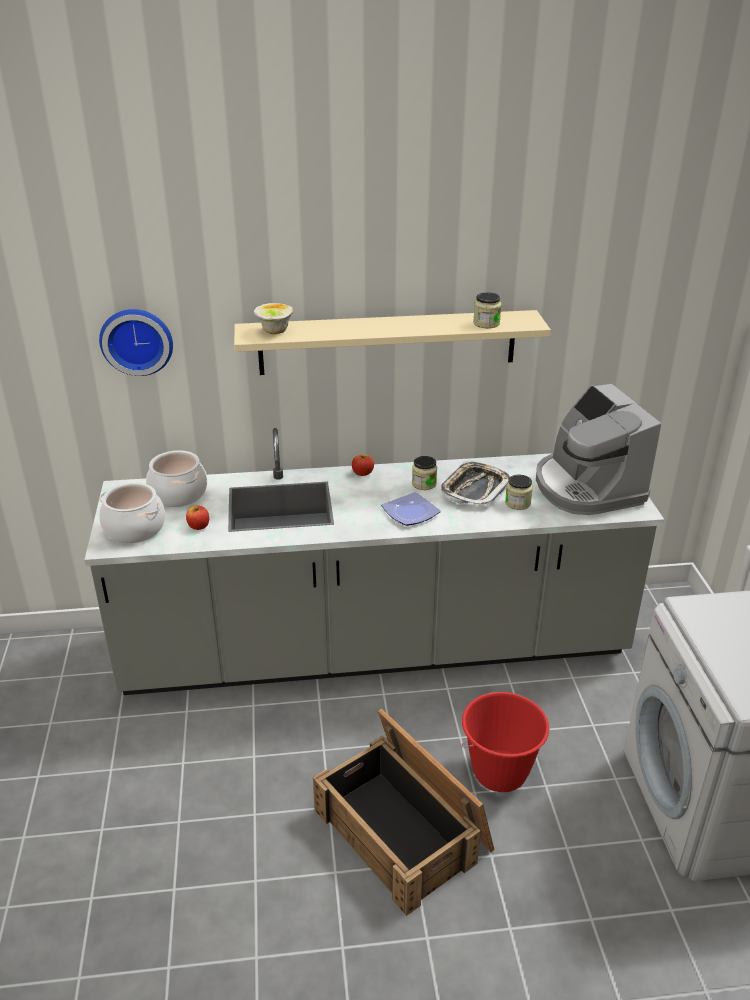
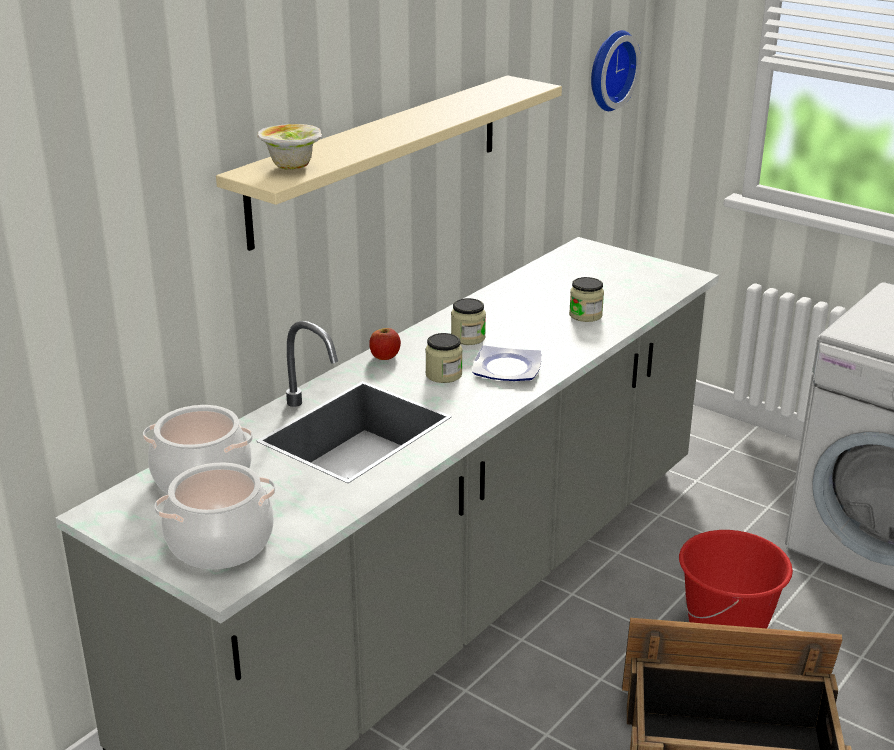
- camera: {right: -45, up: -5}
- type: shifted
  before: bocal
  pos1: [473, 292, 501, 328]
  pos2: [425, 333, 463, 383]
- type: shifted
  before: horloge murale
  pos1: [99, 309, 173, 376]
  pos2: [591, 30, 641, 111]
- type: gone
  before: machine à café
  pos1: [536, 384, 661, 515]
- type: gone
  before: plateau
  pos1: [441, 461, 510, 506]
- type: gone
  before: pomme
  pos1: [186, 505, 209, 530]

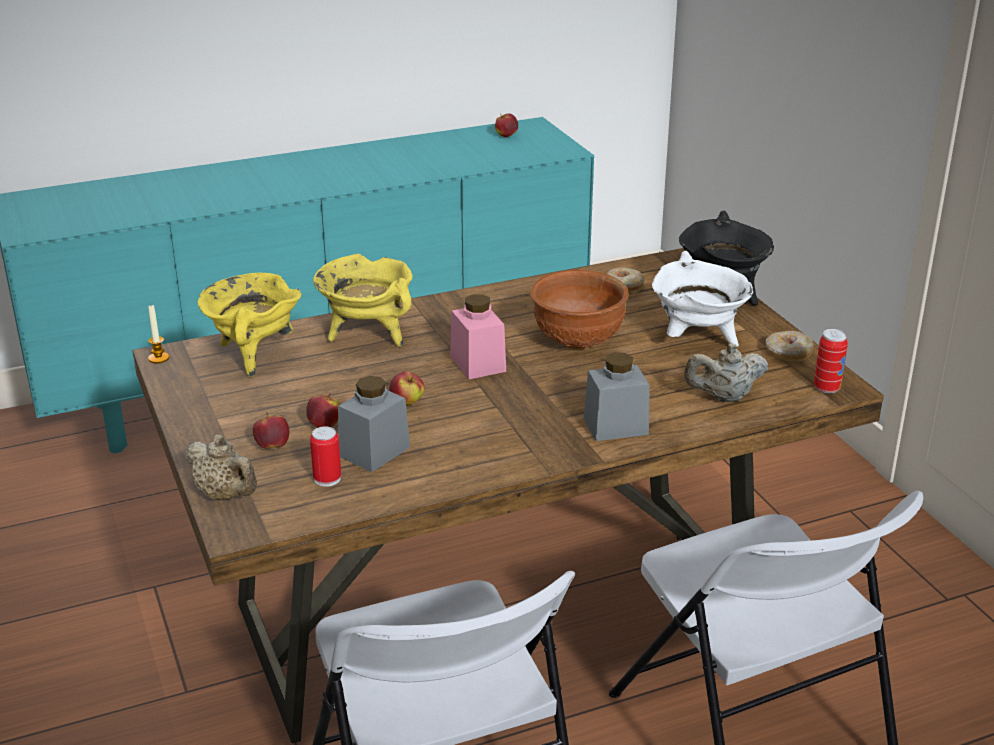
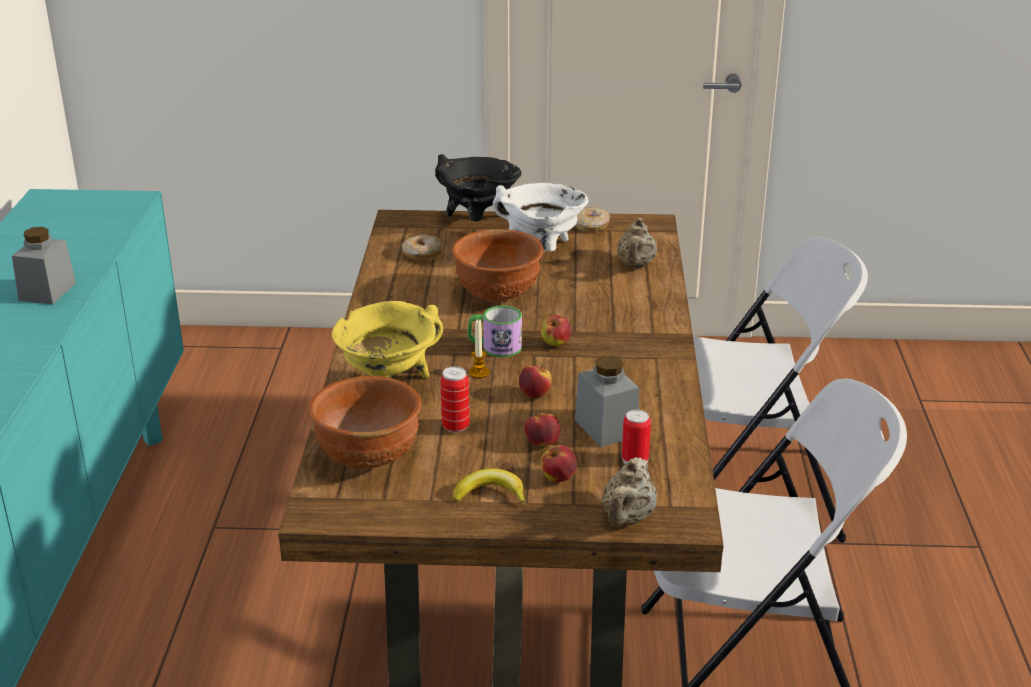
- camera: {right: -65, up: 0}
- type: shifted
  before: pomme
  pos1: [495, 113, 518, 137]
  pos2: [540, 315, 571, 347]
- type: swapped
  before: marmite/jaune
  after: bol/marron
  pos1: [198, 273, 302, 377]
  pos2: [309, 376, 421, 469]
- type: swapped
  before: bocal/rose
  after: mug
  pos1: [450, 294, 506, 379]
  pos2: [468, 305, 522, 357]
- type: shifted
  before: bougie
  pos1: [148, 305, 169, 364]
  pos2: [469, 319, 490, 378]
- type: shifted
  before: boîte métallique
  pos1: [814, 329, 848, 394]
  pos2: [440, 367, 470, 433]
- type: shifted
  before: bocal/gris
  pos1: [584, 352, 650, 441]
  pos2: [12, 227, 76, 304]
- type: rotated
  before: théière/beige
  pos1: [185, 434, 257, 500]
  pos2: [601, 457, 657, 527]
  turn: 135
- type: new
  after: banane
  pos2: [453, 468, 526, 505]

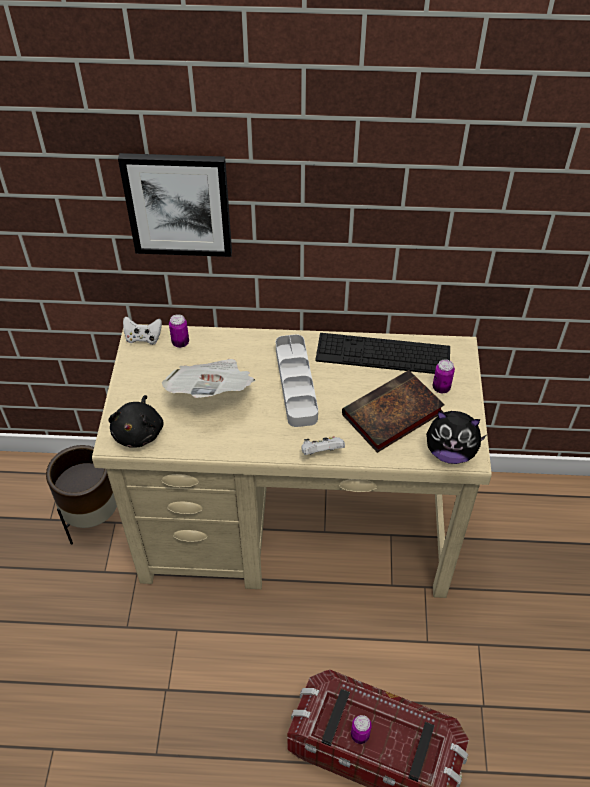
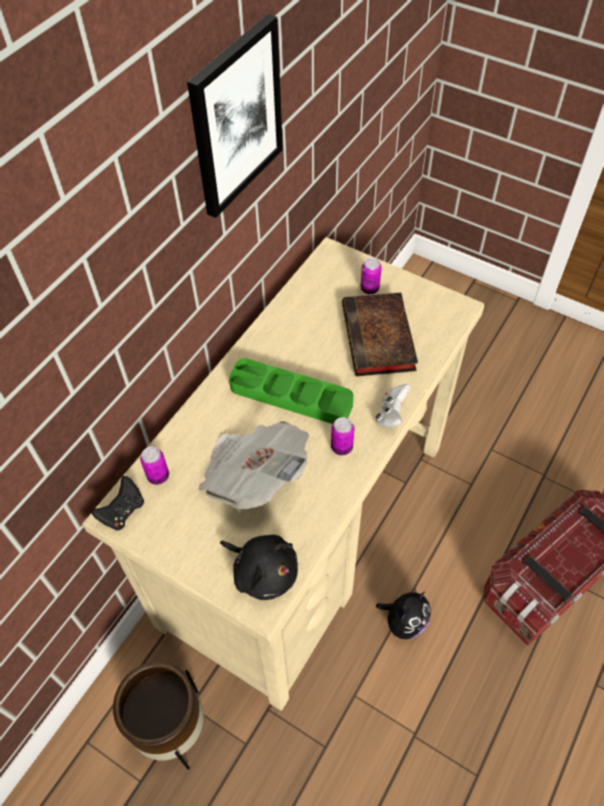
- camera: {right: -60, up: 5}
- type: shifted
  before: tableau
  pos1: [118, 153, 232, 257]
  pos2: [187, 14, 283, 218]
- type: repainted
  before: manette/blanc
  after: manette/noir
  pos1: [123, 316, 162, 345]
  pos2: [91, 476, 144, 531]
- type: gone
  before: clavier
  pos1: [315, 333, 450, 374]
- type: repainted
  before: plateau/gris
  after: plateau/vert
  pos1: [276, 334, 318, 427]
  pos2: [229, 358, 354, 424]
- type: shifted
  before: peluche
  pos1: [426, 411, 486, 464]
  pos2: [376, 588, 431, 639]
- type: shifted
  before: boîte métallique
  pos1: [351, 715, 372, 744]
  pos2: [331, 417, 354, 455]

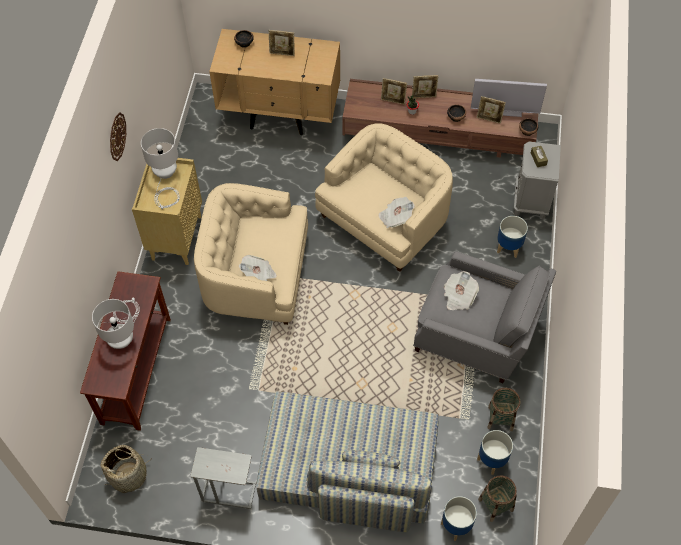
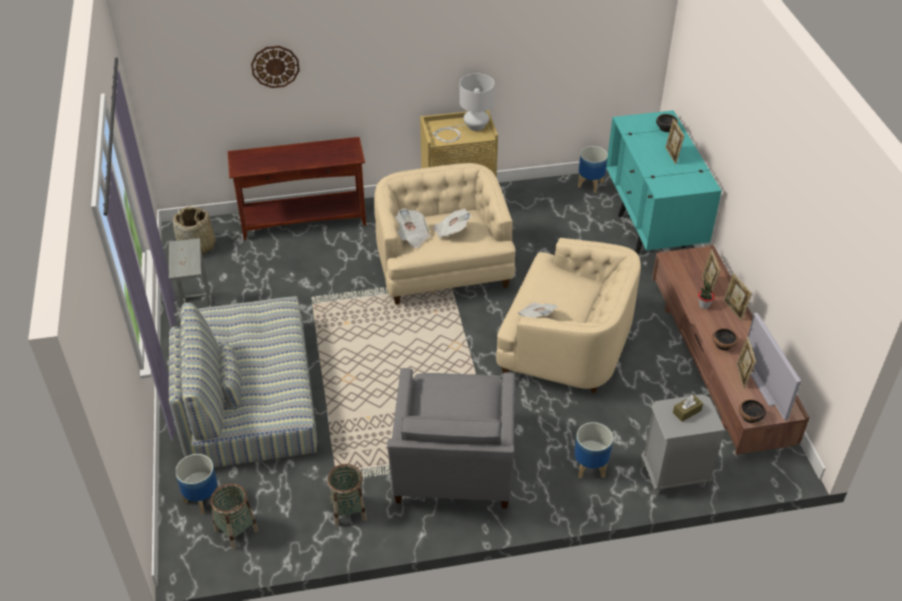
- camera: {right: 70, up: -15}
- type: repainted
  before: commode/beige
  after: commode/turquoise
  pos1: [209, 29, 340, 135]
  pos2: [606, 110, 722, 254]
- type: shifted
  before: horloge murale
  pos1: [110, 112, 126, 161]
  pos2: [251, 46, 300, 88]
- type: shifted
  before: journal
  pos1: [444, 271, 479, 310]
  pos2: [433, 209, 471, 238]
- type: gone
  before: lampe de table/blanc
  pos1: [92, 297, 140, 349]
- type: shifted
  before: cache-pot
  pos1: [477, 430, 513, 475]
  pos2: [578, 146, 608, 193]

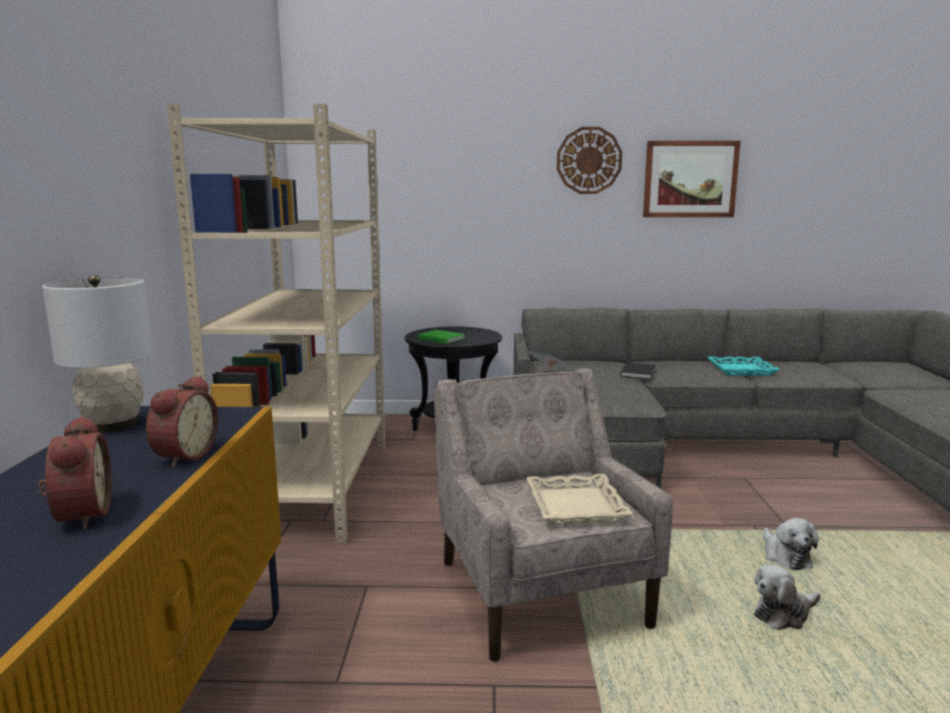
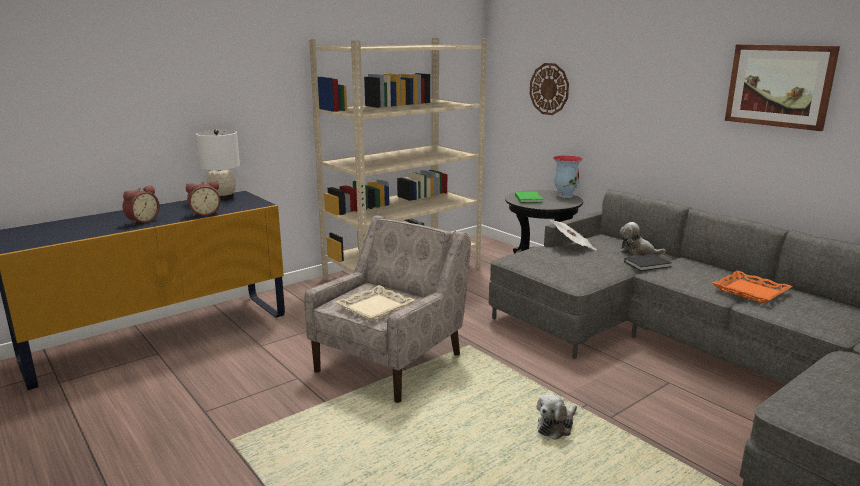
- camera: {right: 50, up: 5}
- type: shifted
  before: horloge murale
  pos1: [557, 127, 622, 194]
  pos2: [530, 63, 569, 115]
- type: repainted
  before: plateau/turquoise
  after: plateau/orange
  pos1: [707, 357, 780, 375]
  pos2: [713, 270, 792, 304]
- type: shifted
  before: peluche
  pos1: [754, 565, 821, 630]
  pos2: [620, 222, 666, 256]
- type: new
  after: vase
  pos2: [553, 155, 583, 198]

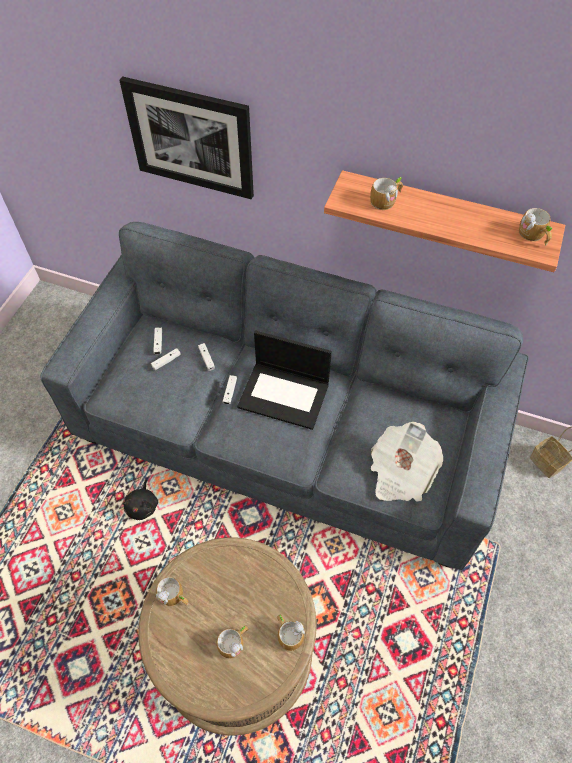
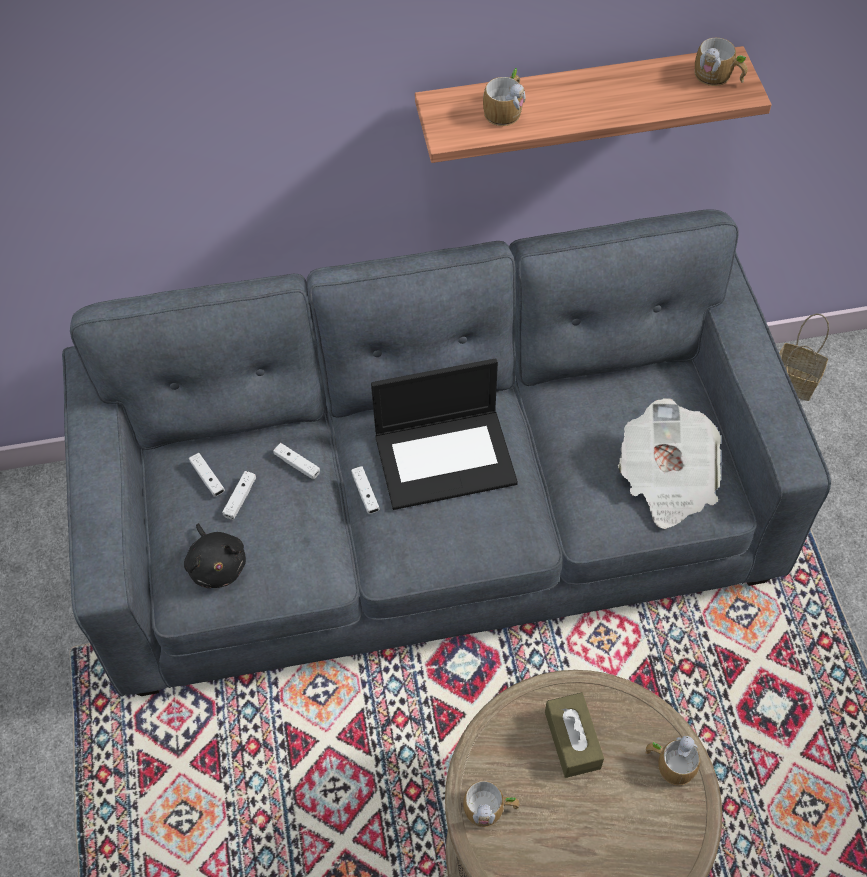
- camera: {right: -30, up: 0}
- type: gone
  before: tableau
  pos1: [119, 77, 254, 199]
- type: shifted
  before: peluche/noir
  pos1: [123, 480, 158, 520]
  pos2: [184, 523, 246, 588]
- type: gone
  before: mug
  pos1: [217, 625, 249, 658]
- type: new
  after: boîte à mouchoirs/marron
  pos2: [545, 692, 604, 778]

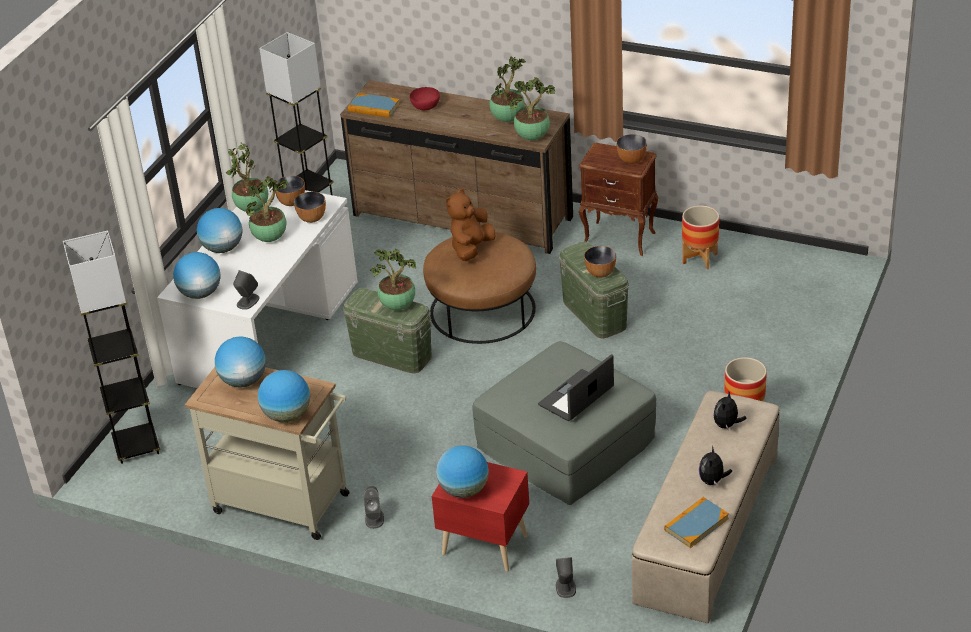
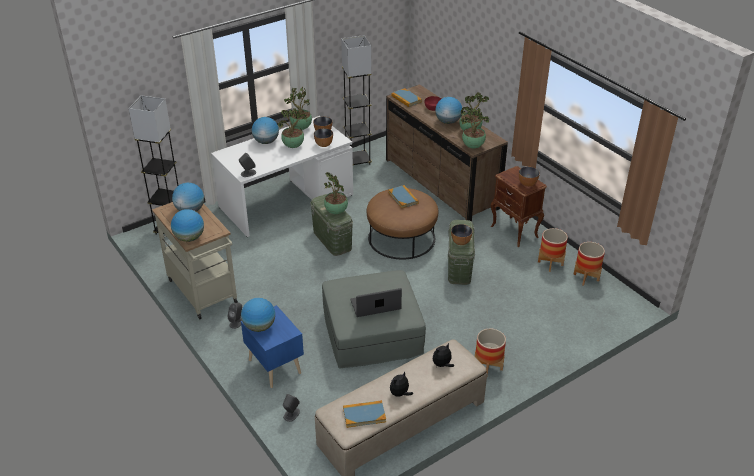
- camera: {right: 30, up: 0}
- type: swapped
  before: peluche/marron
  after: livre
  pos1: [446, 189, 496, 261]
  pos2: [388, 185, 419, 208]
- type: shifted
  before: globe
  pos1: [173, 252, 220, 299]
  pos2: [435, 97, 462, 124]
- type: repainted
  before: table de chevet/rouge
  after: table de chevet/bleu
  pos1: [432, 462, 529, 572]
  pos2: [241, 305, 304, 388]
- type: new
  after: cache-pot
  pos2: [573, 242, 605, 286]

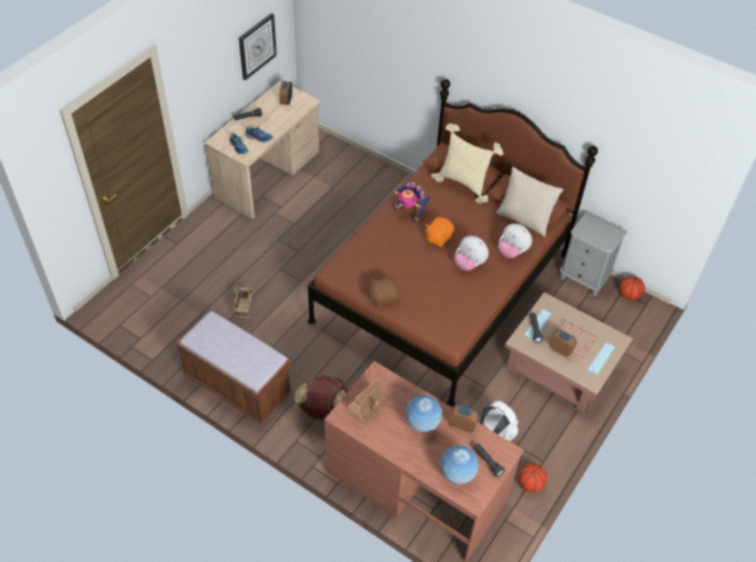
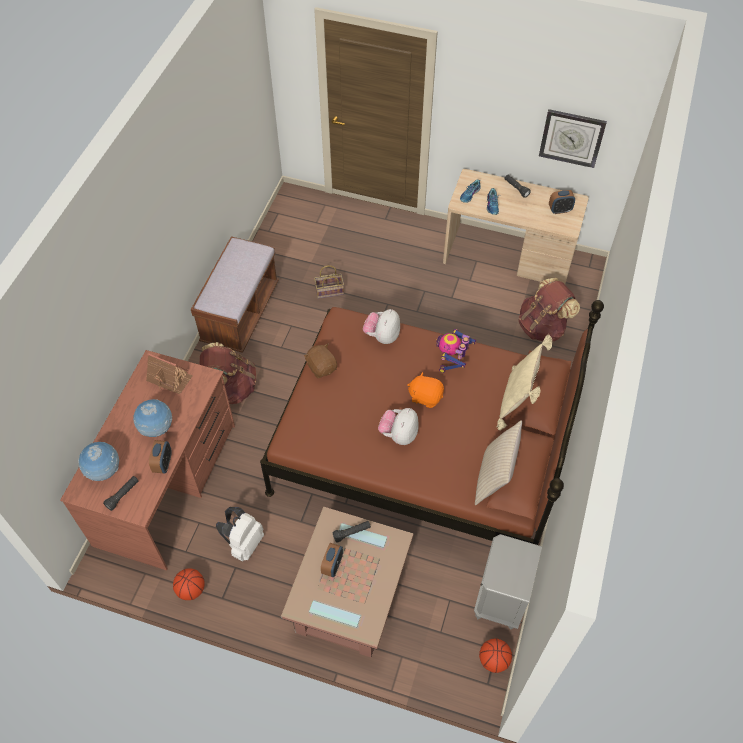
- camera: {right: 75, up: 5}
- type: shifted
  before: peluche
  pos1: [498, 224, 532, 258]
  pos2: [363, 309, 400, 344]
- type: new
  after: sac à dos/marron
  pos2: [518, 278, 580, 341]

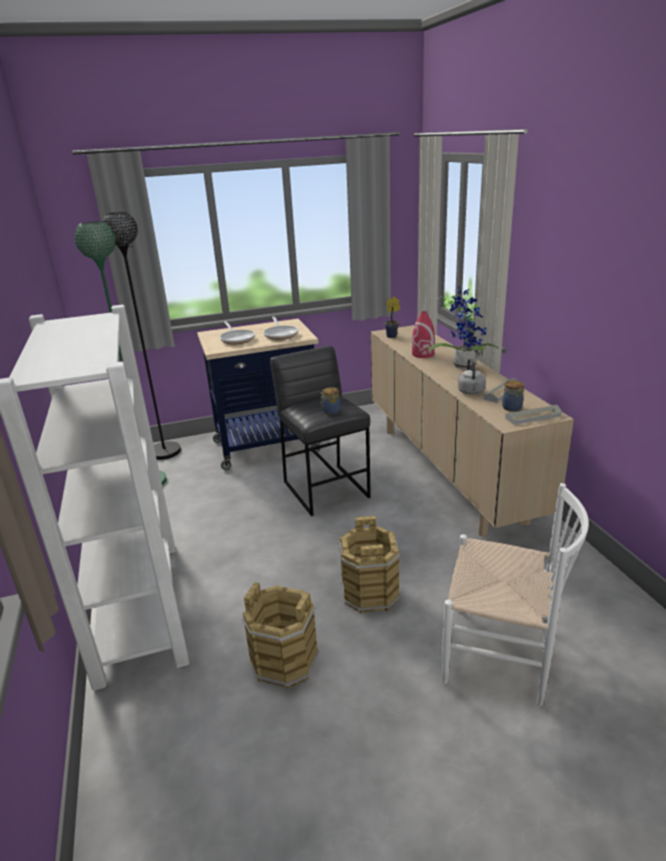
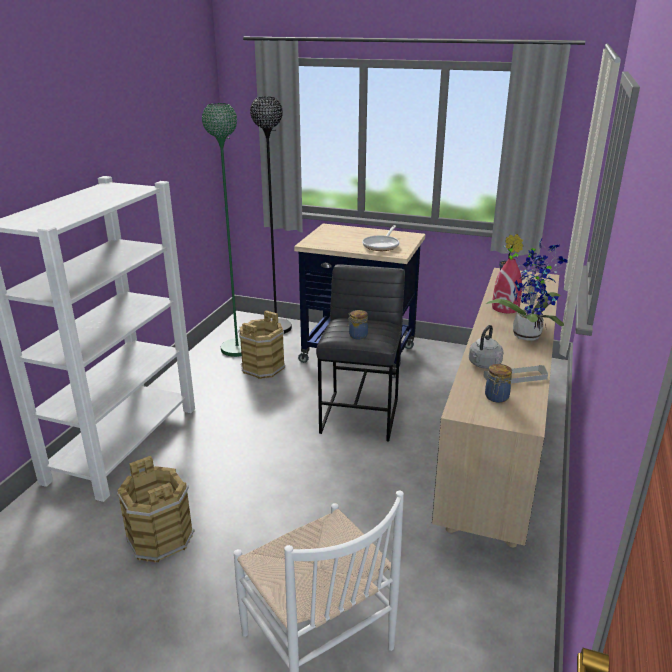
- camera: {right: 35, up: 0}
- type: gone
  before: poêle
  pos1: [220, 321, 255, 344]
- type: gone
  before: plateau/gris
  pos1: [505, 405, 562, 425]
- type: shifted
  before: seau/marron
  pos1: [338, 516, 400, 613]
  pos2: [238, 310, 285, 379]

